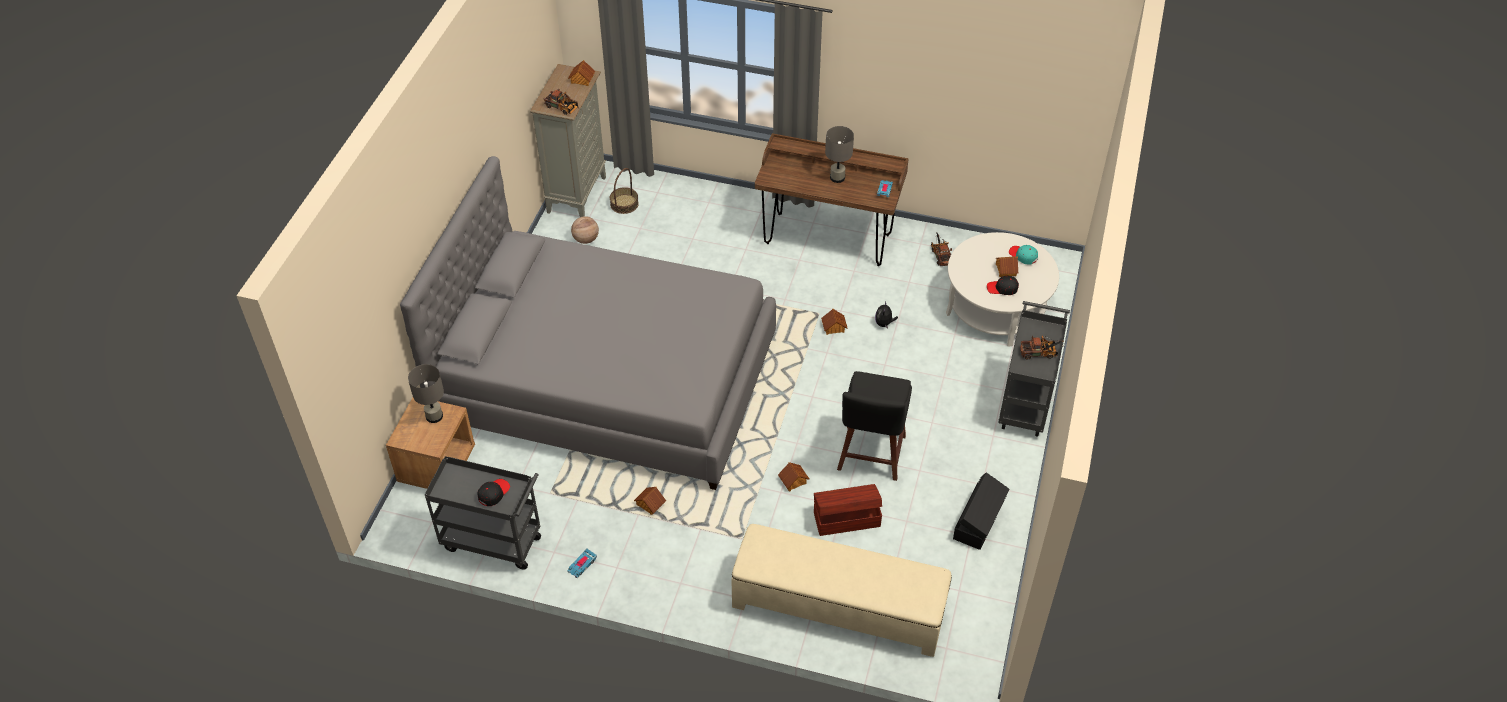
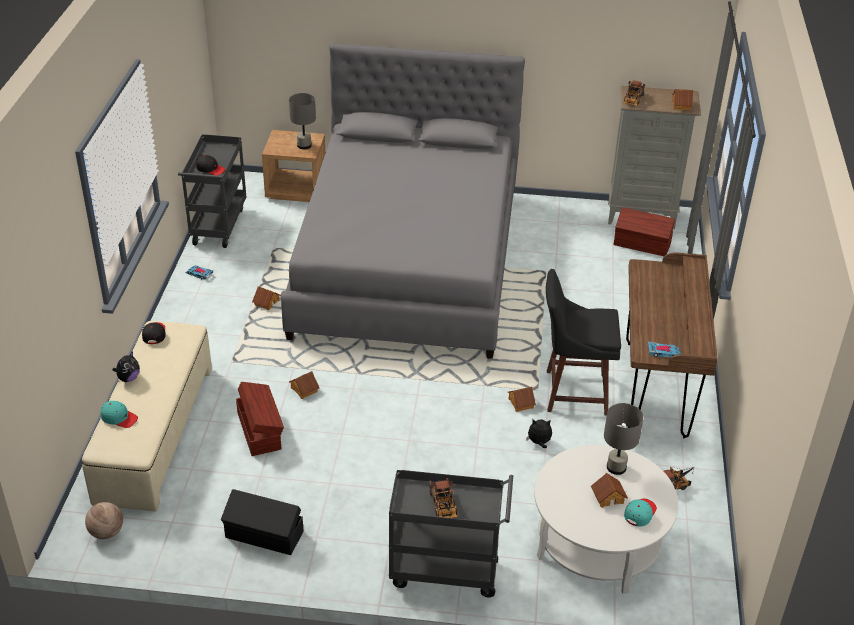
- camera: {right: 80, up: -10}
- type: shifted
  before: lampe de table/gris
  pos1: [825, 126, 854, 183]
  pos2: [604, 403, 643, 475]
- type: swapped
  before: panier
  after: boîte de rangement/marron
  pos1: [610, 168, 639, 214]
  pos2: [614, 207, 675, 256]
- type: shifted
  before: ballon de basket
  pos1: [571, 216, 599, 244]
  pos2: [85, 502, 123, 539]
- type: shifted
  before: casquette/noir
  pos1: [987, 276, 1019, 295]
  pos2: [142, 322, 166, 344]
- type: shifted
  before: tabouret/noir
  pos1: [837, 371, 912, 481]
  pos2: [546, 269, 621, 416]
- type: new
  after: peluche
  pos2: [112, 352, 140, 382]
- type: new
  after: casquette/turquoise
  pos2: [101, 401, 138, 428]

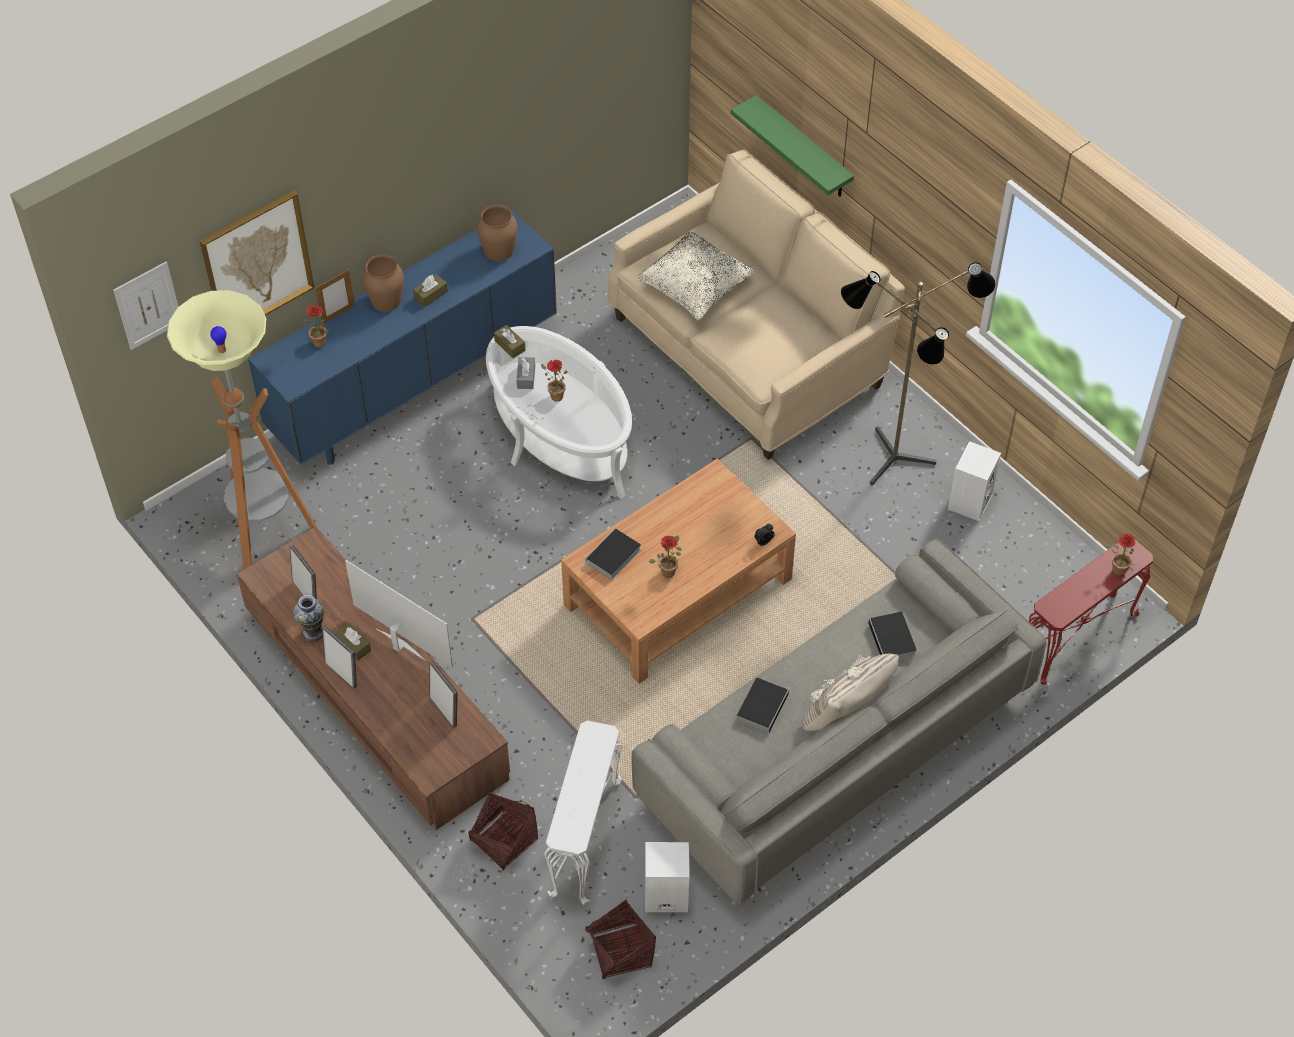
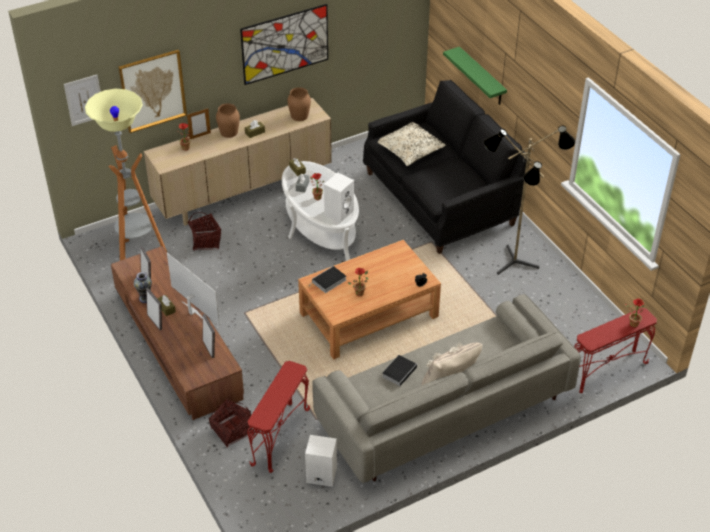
- camera: {right: 10, up: -10}
- type: repainted
  before: canapé/beige
  after: canapé/noir
  pos1: [607, 149, 905, 460]
  pos2: [363, 80, 530, 254]
- type: repainted
  before: meuble de rangement/bleu
  after: meuble de rangement/beige
  pos1: [248, 210, 557, 465]
  pos2: [144, 98, 332, 226]
- type: shifted
  before: enceinte/blanc
  pos1: [948, 441, 1001, 521]
  pos2: [324, 172, 354, 223]
- type: gone
  before: livre
  pos1: [868, 612, 917, 659]
- type: repainted
  before: table d'appoint/blanc
  after: table d'appoint/rouge
  pos1: [545, 720, 622, 905]
  pos2: [247, 361, 310, 473]
- type: shifted
  before: panier
  pos1: [585, 900, 656, 979]
  pos2: [188, 212, 221, 251]
- type: new
  after: tableau
  pos2: [240, 4, 328, 85]

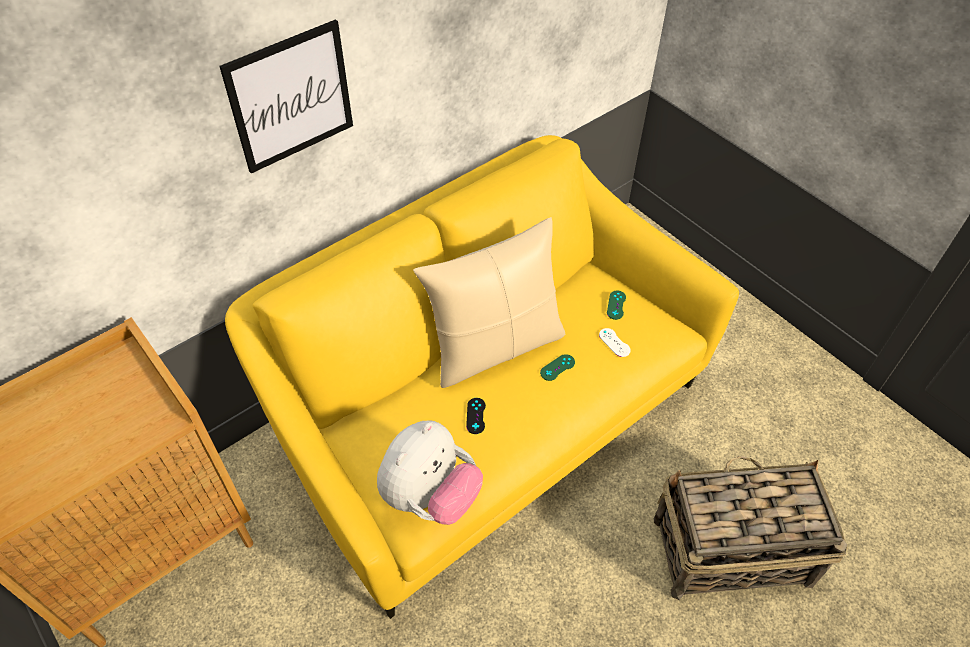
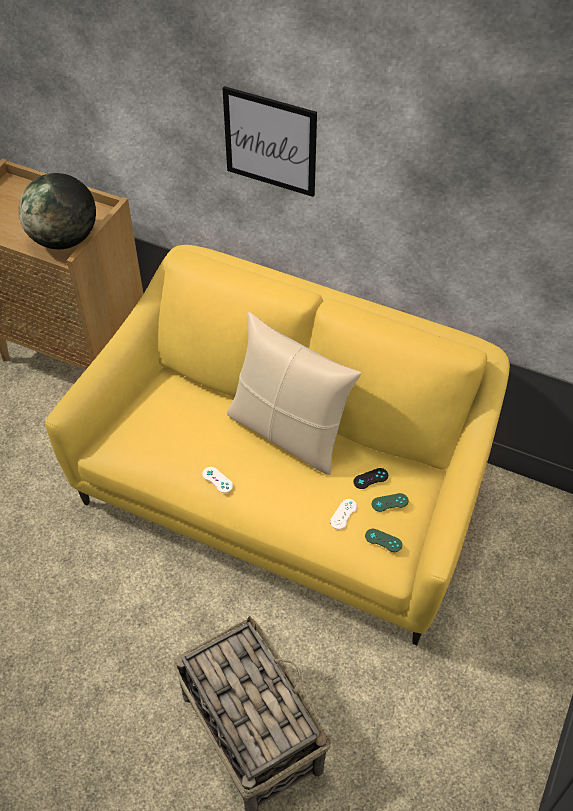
- camera: {right: 65, up: 0}
- type: shifted
  before: manette/vert
  pos1: [540, 354, 575, 381]
  pos2: [365, 529, 402, 552]
- type: shifted
  before: manette/noir
  pos1: [466, 398, 486, 434]
  pos2: [353, 468, 388, 489]
- type: gone
  before: peluche
  pos1: [377, 420, 483, 525]
- type: new
  after: globe
  pos2: [19, 173, 96, 249]
- type: new
  after: manette/blanc
  pos2: [202, 467, 233, 493]

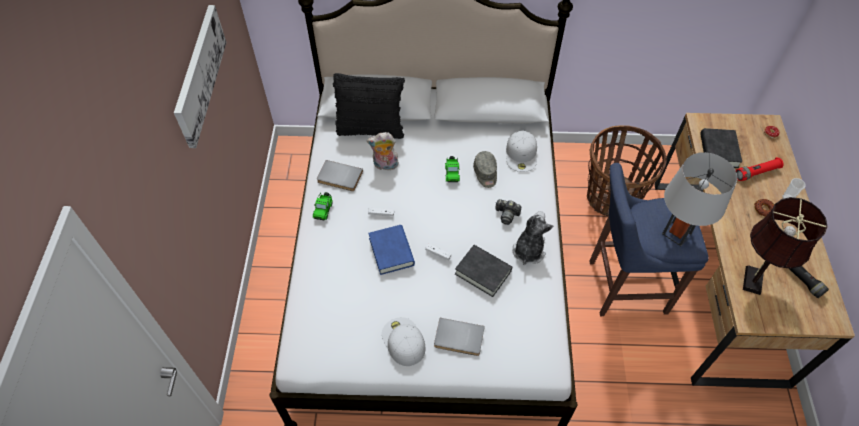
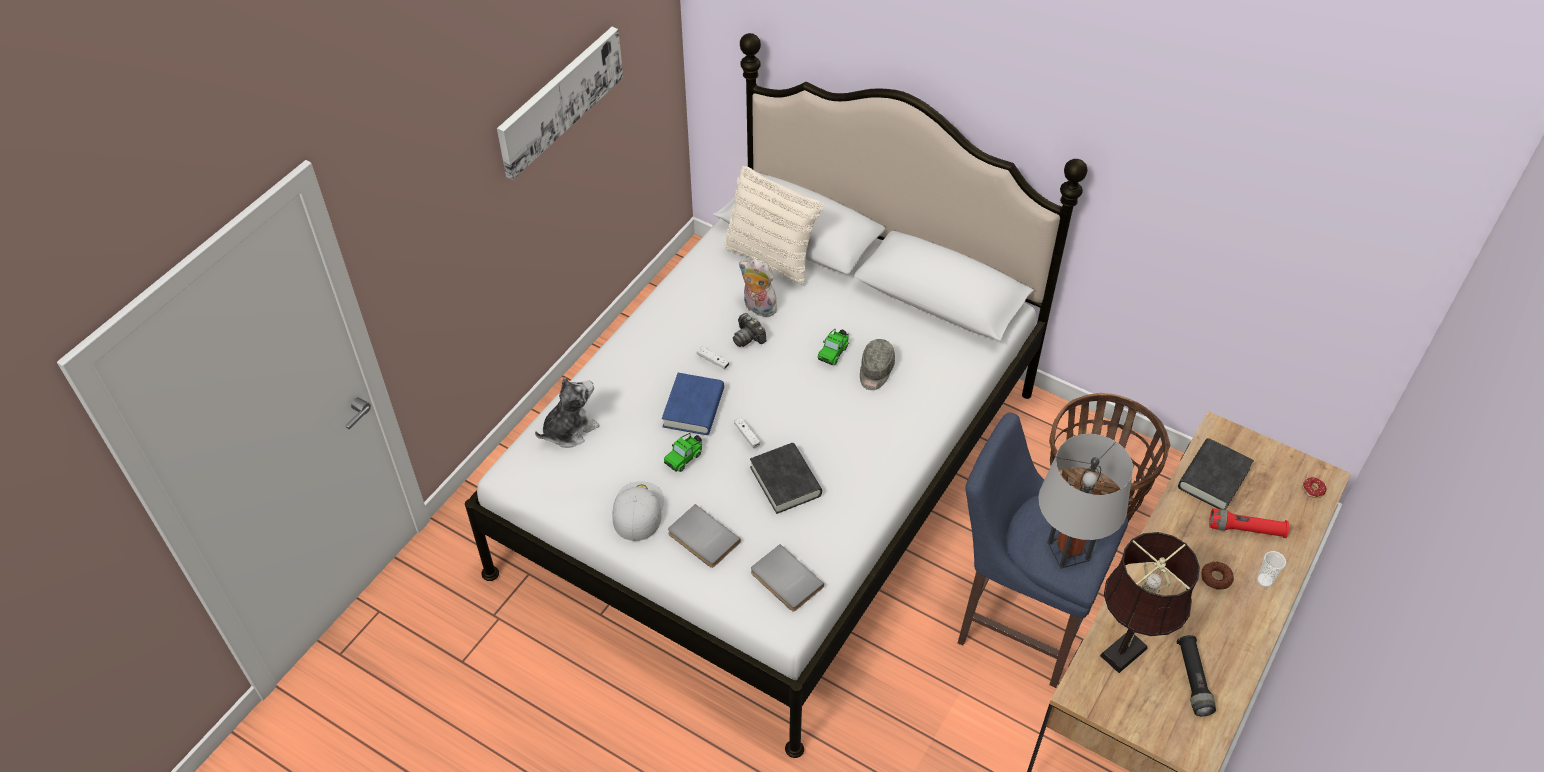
- camera: {right: 30, up: -5}
- type: repainted
  before: coussin/noir
  after: coussin/beige
  pos1: [333, 73, 405, 139]
  pos2: [724, 166, 824, 284]
- type: gone
  before: casquette/blanc
  pos1: [506, 131, 537, 172]
- type: shifted
  before: livre/gris
  pos1: [317, 160, 363, 191]
  pos2: [751, 544, 824, 611]
- type: shifted
  before: petite voiture
  pos1: [313, 192, 332, 221]
  pos2: [664, 433, 703, 472]
- type: shifted
  before: appareil photo
  pos1: [496, 199, 521, 225]
  pos2: [733, 313, 767, 347]
- type: shifted
  before: peluche
  pos1: [512, 211, 553, 265]
  pos2: [535, 377, 599, 448]

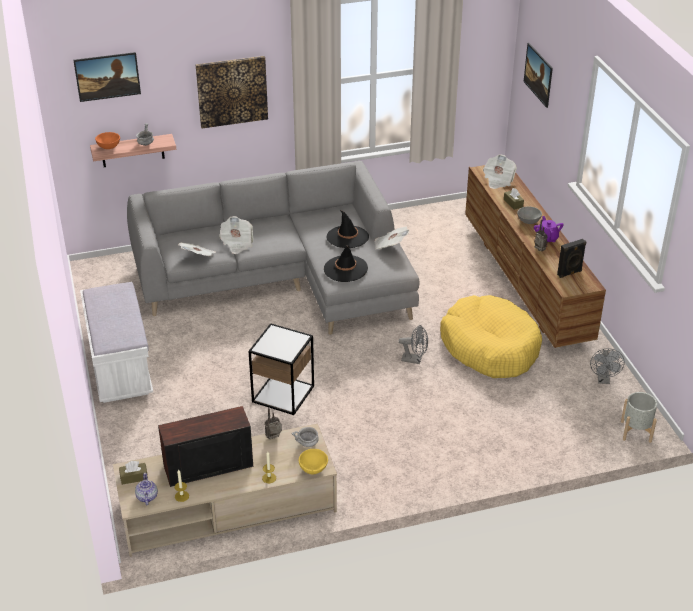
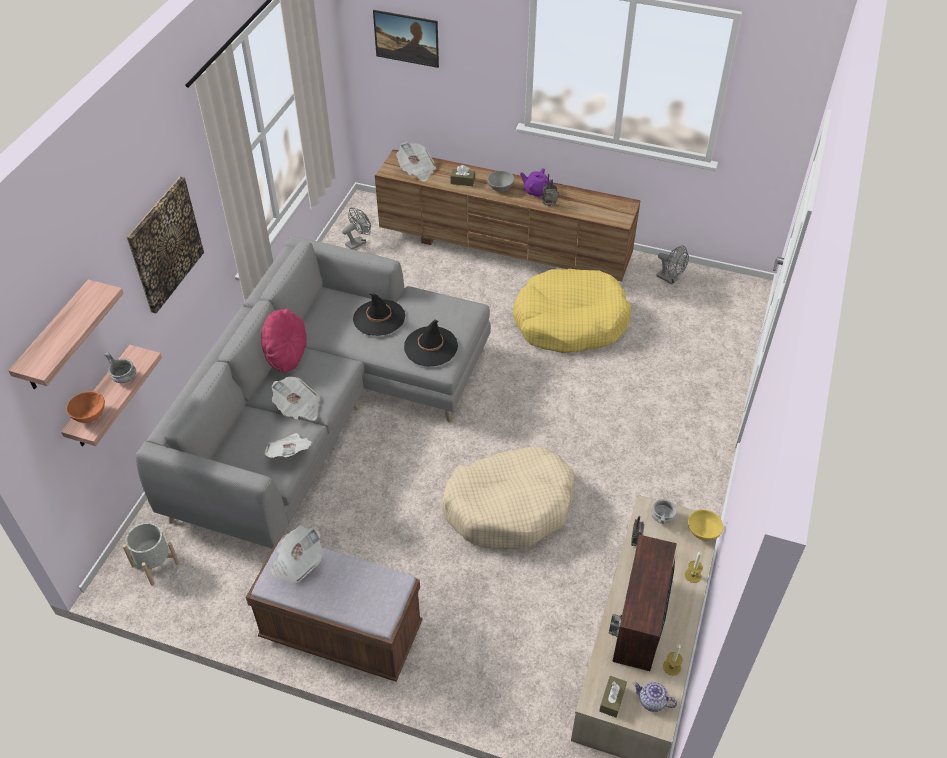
- camera: {right: -55, up: 10}
- type: swapped
  before: tableau
  after: étagère
  pos1: [73, 52, 141, 102]
  pos2: [8, 280, 124, 389]
- type: shifted
  before: journal
  pos1: [375, 227, 410, 249]
  pos2: [270, 525, 323, 585]
- type: gone
  before: enceinte/noir
  pos1: [557, 239, 587, 278]
- type: repainted
  before: banc/blanc
  after: banc/marron
  pos1: [80, 282, 153, 403]
  pos2: [246, 537, 423, 682]
- type: swapped
  before: table d'appoint
  after: panier pour chien/beige
  pos1: [248, 323, 314, 415]
  pos2: [442, 447, 575, 549]
- type: shifted
  before: ventilateur/gris
  pos1: [399, 325, 428, 364]
  pos2: [342, 207, 371, 250]
- type: shifted
  before: cache-pot/gris
  pos1: [621, 392, 657, 443]
  pos2: [122, 522, 180, 586]
- type: new
  after: coussin/rose
  pos2: [261, 308, 307, 373]

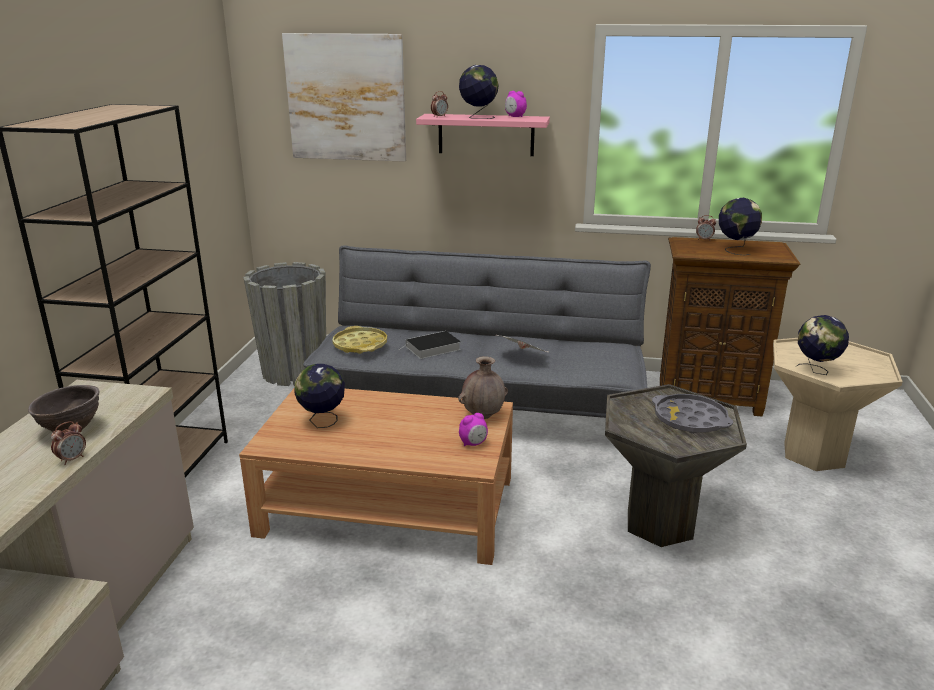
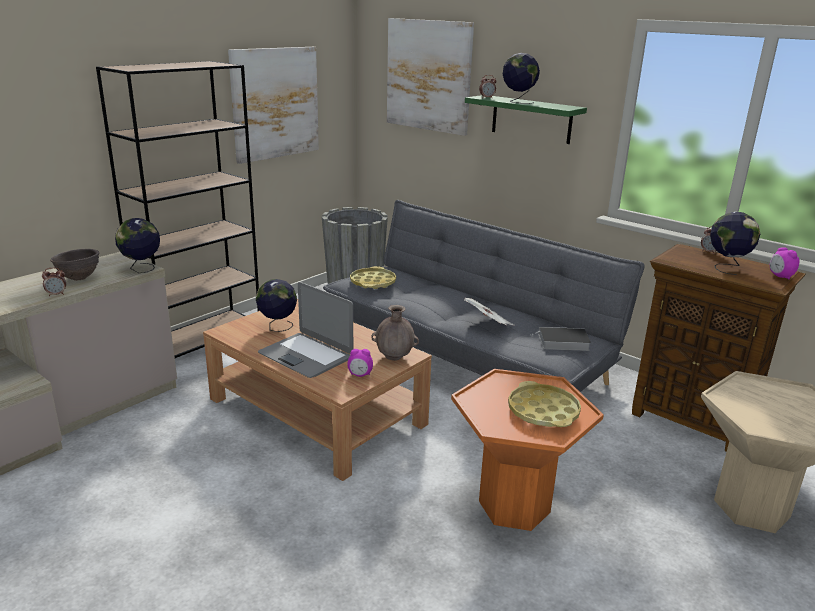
- camera: {right: 30, up: 0}
- type: shifted
  before: réveil
  pos1: [505, 91, 527, 117]
  pos2: [770, 247, 800, 279]
- type: repainted
  before: étagère/rose
  after: étagère/vert
  pos1: [416, 114, 550, 156]
  pos2: [465, 95, 587, 144]
- type: shifted
  before: globe
  pos1: [796, 315, 849, 375]
  pos2: [115, 218, 160, 273]
- type: shifted
  before: livre
  pos1: [399, 331, 461, 359]
  pos2: [530, 327, 591, 351]
- type: repainted
  before: table d'appoint/gris
  after: table d'appoint/orange
  pos1: [605, 384, 747, 547]
  pos2: [451, 369, 604, 531]
- type: repainted
  before: plateau/gris
  after: plateau/jaune
  pos1: [652, 394, 733, 434]
  pos2: [508, 381, 581, 427]
- type: new
  after: tableau
  pos2: [228, 47, 319, 164]
- type: new
  after: ordinateur portable
  pos2: [258, 282, 353, 378]

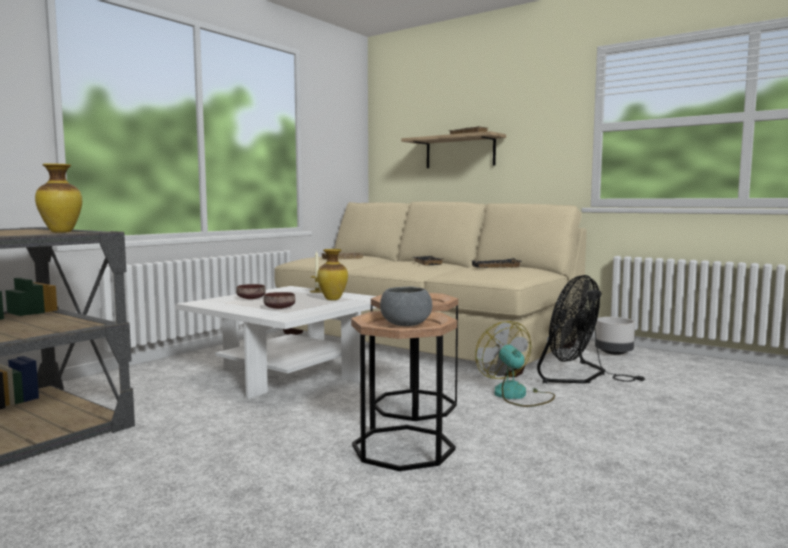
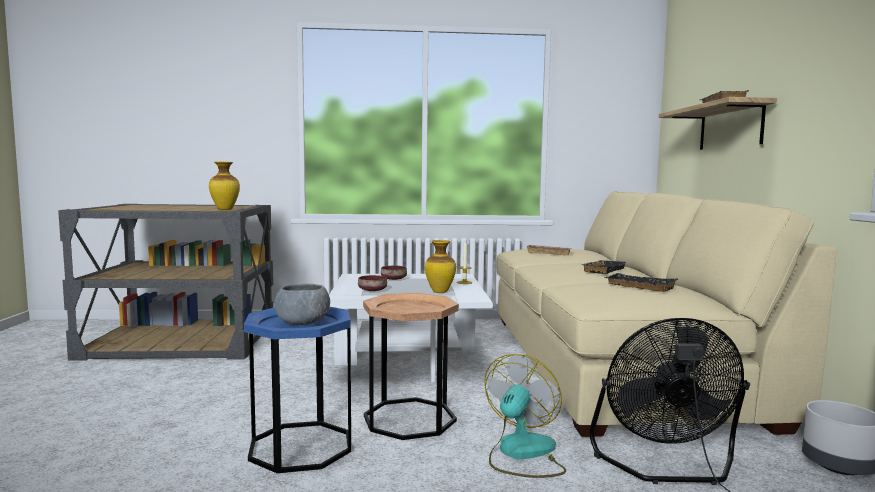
- camera: {right: 50, up: 0}
- type: repainted
  before: table d'appoint/marron
  after: table d'appoint/bleu
  pos1: [351, 311, 457, 471]
  pos2: [244, 307, 351, 473]

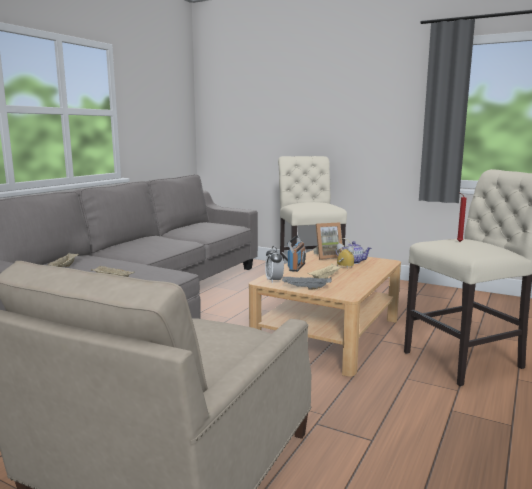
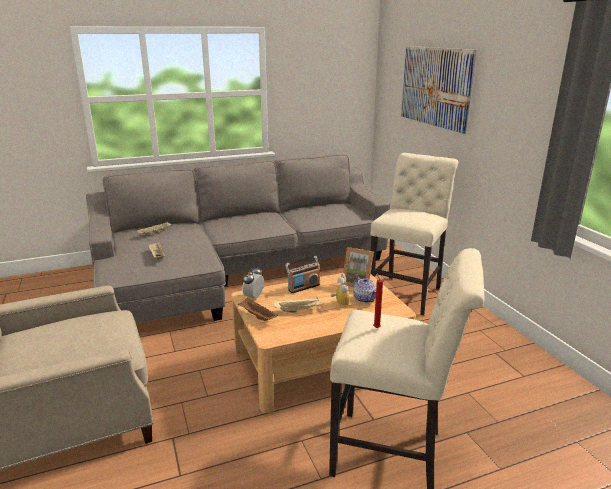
- camera: {right: 40, up: 10}
- type: repainted
  before: plateau/gris
  after: plateau/marron
  pos1: [282, 277, 332, 290]
  pos2: [238, 297, 278, 321]
- type: new
  after: tableau
  pos2: [401, 46, 476, 134]

